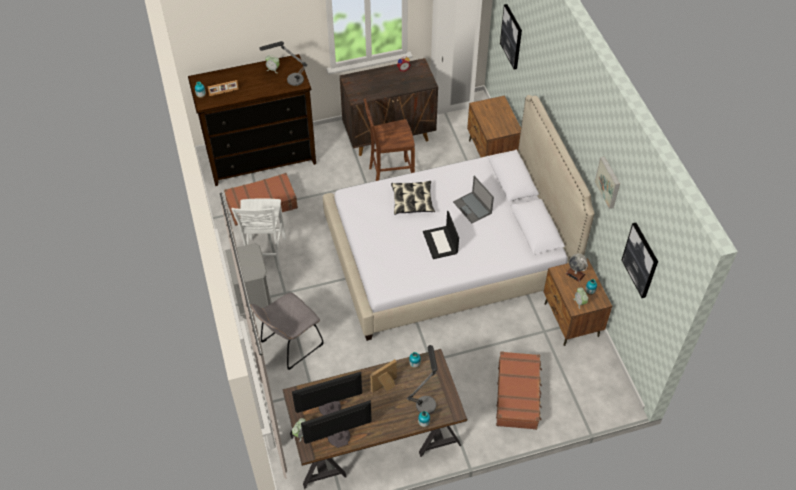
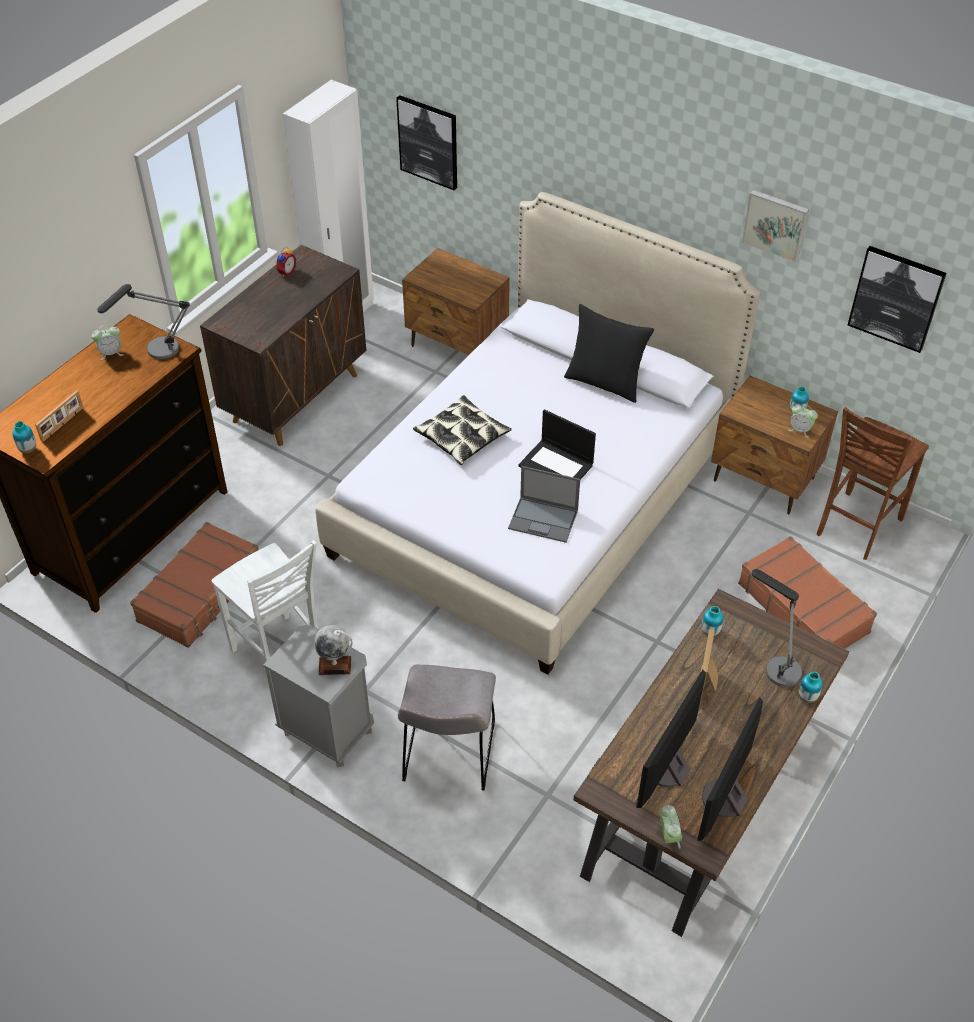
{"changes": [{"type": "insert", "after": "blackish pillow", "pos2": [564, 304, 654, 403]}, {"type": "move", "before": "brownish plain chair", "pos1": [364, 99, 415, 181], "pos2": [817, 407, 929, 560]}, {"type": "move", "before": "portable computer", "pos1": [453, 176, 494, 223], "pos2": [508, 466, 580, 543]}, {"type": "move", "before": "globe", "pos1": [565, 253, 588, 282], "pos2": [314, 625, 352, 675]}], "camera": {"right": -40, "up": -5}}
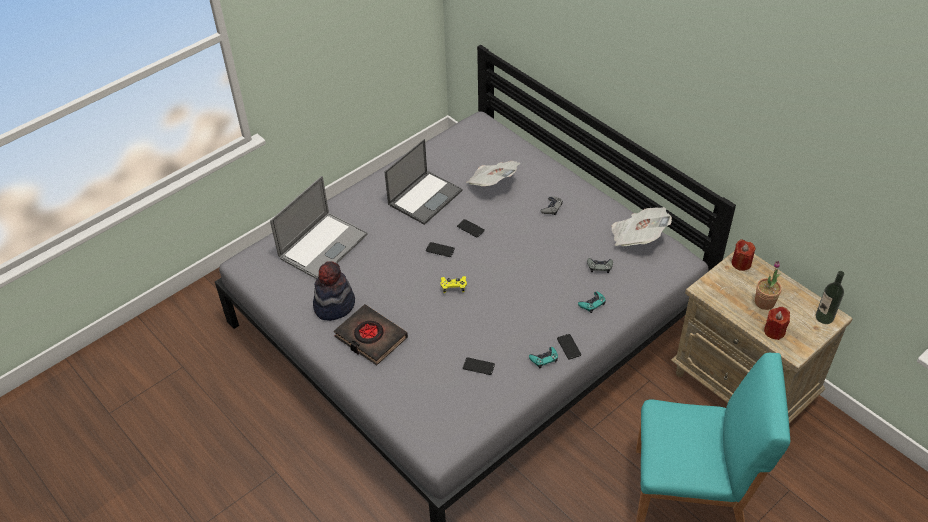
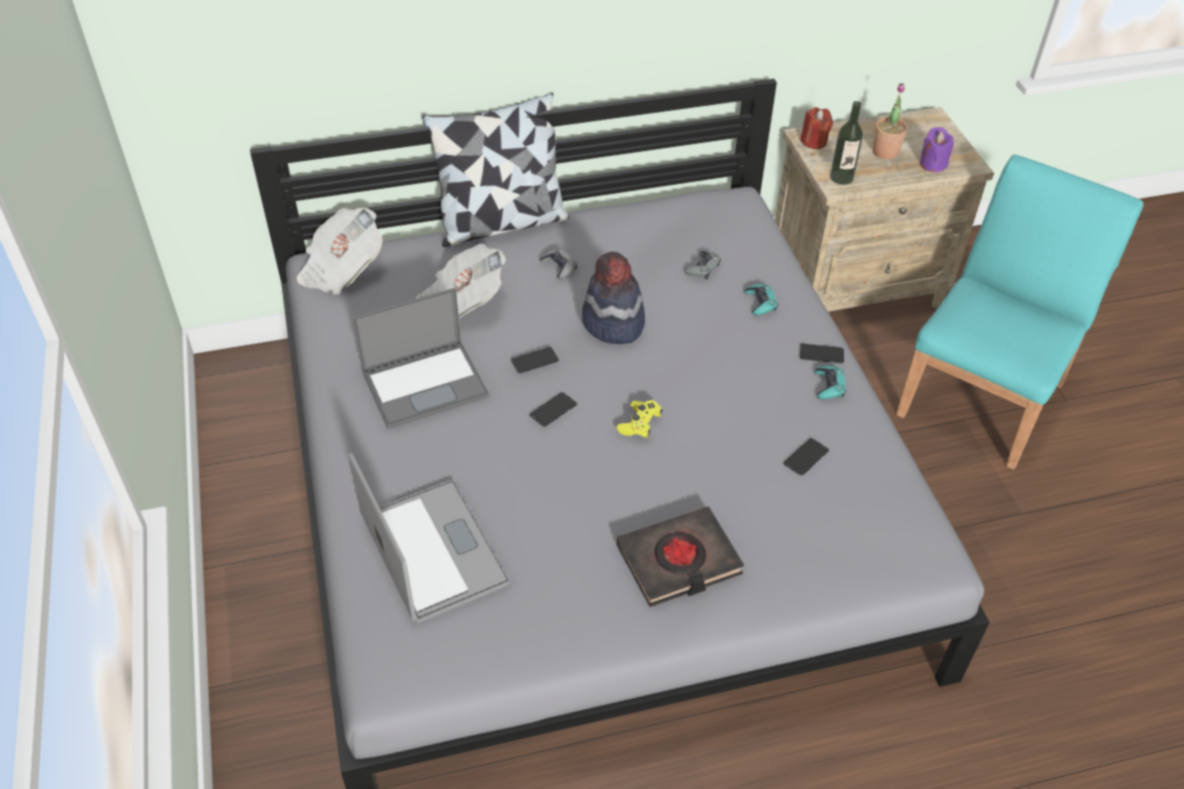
{"changes": [{"type": "insert", "after": "pillow", "pos2": [422, 92, 569, 247]}, {"type": "move", "before": "wearable hat", "pos1": [313, 261, 355, 321], "pos2": [582, 252, 645, 344]}, {"type": "move", "before": "printed paper", "pos1": [611, 207, 672, 246], "pos2": [297, 208, 383, 295]}, {"type": "move", "before": "beverage bottle", "pos1": [816, 271, 844, 324], "pos2": [830, 101, 863, 185]}, {"type": "recolor", "before": "red-coloured wax candle", "after": "purple-coloured wax candle", "pos1": [764, 307, 790, 340], "pos2": [920, 127, 954, 172]}, {"type": "rotate", "before": "portable computer", "pos1": [385, 139, 462, 225], "pos2": [352, 288, 489, 429], "turn": 90}], "camera": {"right": -65, "up": 0}}
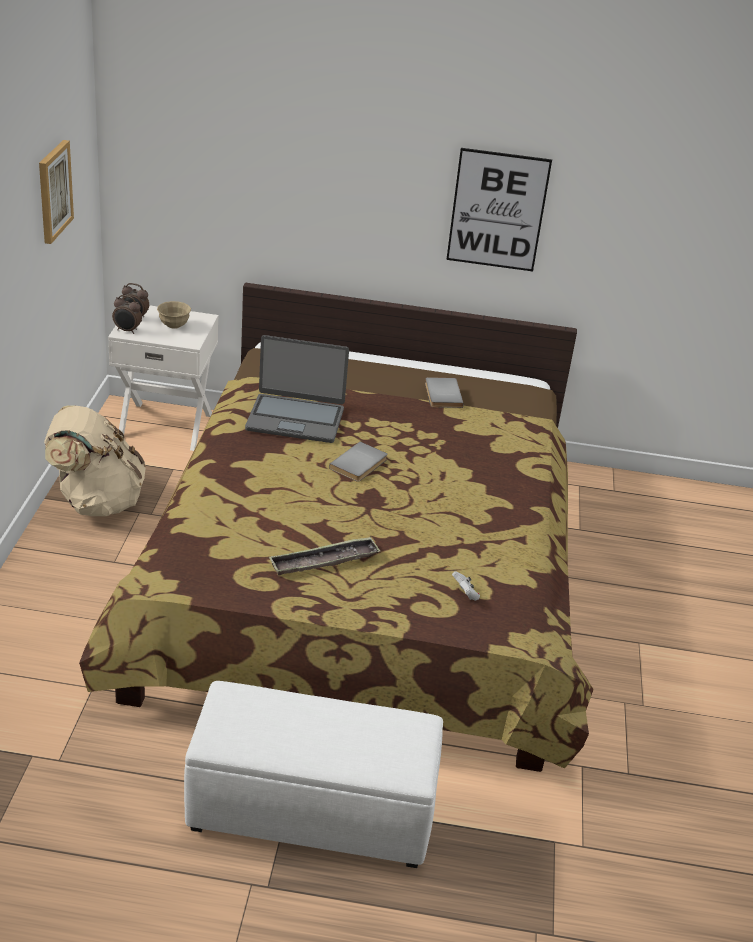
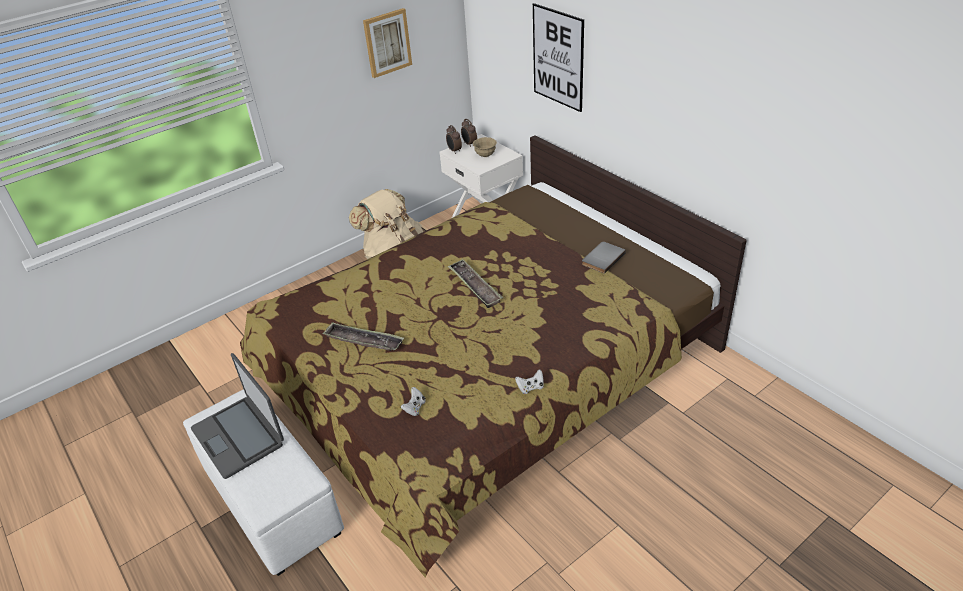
{"changes": [{"type": "insert", "after": "whitish gamepad", "pos2": [515, 369, 544, 394]}, {"type": "move", "before": "portable computer", "pos1": [245, 335, 349, 443], "pos2": [191, 353, 284, 479]}, {"type": "move", "before": "wall picture", "pos1": [446, 148, 552, 271], "pos2": [533, 3, 584, 112]}, {"type": "replace", "before": "gray bound book", "after": "tray", "pos1": [329, 442, 388, 482], "pos2": [448, 259, 503, 308]}], "camera": {"right": 50, "up": 5}}
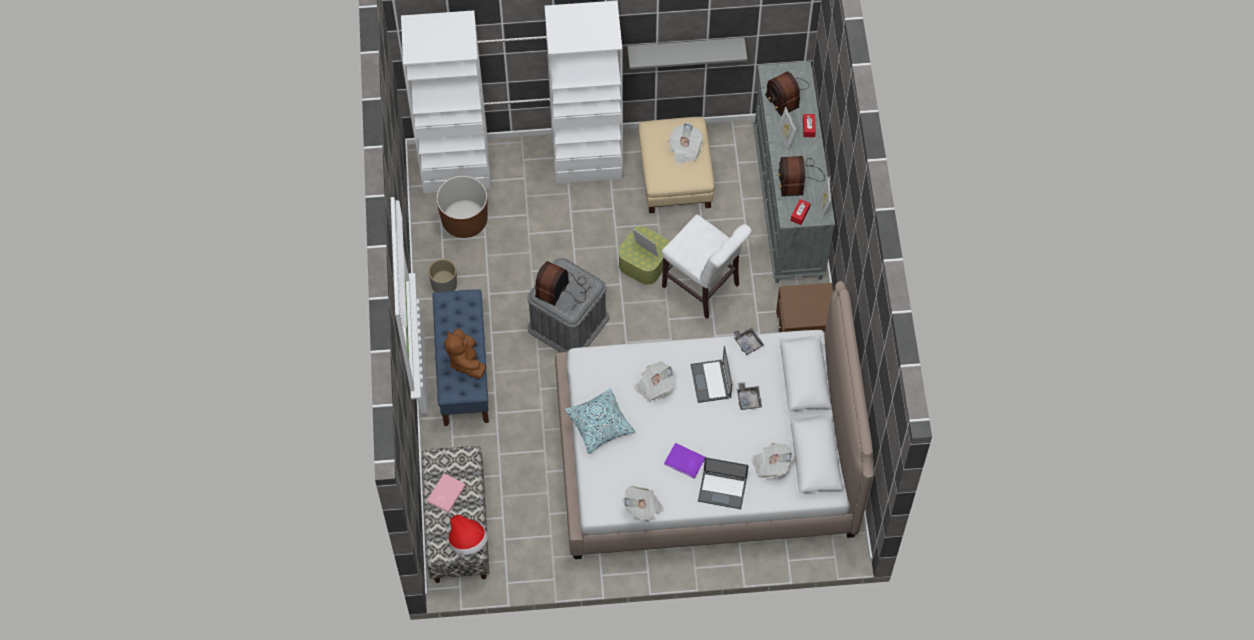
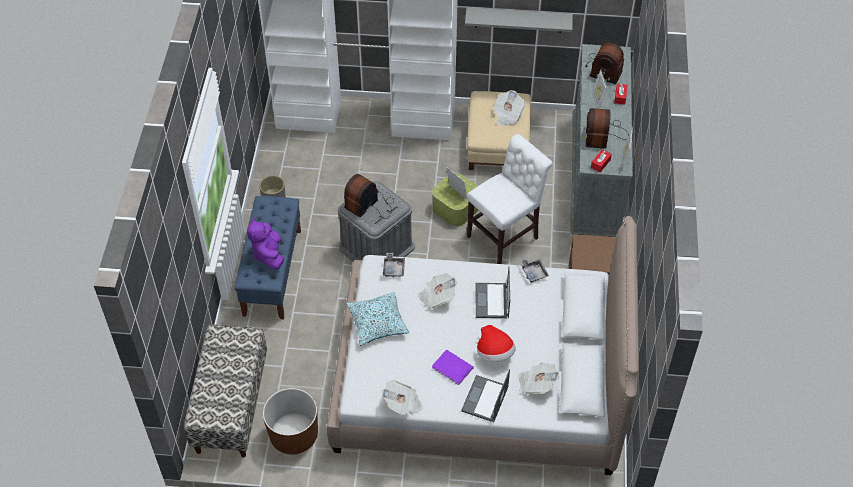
{"changes": [{"type": "delete", "before": "pink bound book", "pos1": [427, 474, 466, 513]}, {"type": "move", "before": "brownish planter", "pos1": [436, 176, 488, 238], "pos2": [263, 388, 318, 455]}, {"type": "move", "before": "wearable hat", "pos1": [449, 514, 488, 555], "pos2": [477, 325, 516, 362]}, {"type": "move", "before": "gray tray", "pos1": [737, 382, 762, 410], "pos2": [383, 253, 405, 277]}, {"type": "recolor", "before": "brownish plush toy", "after": "purple-coloured plush toy", "pos1": [444, 329, 486, 379], "pos2": [247, 218, 284, 269]}, {"type": "rotate", "before": "whitish plain chair", "pos1": [662, 214, 752, 319], "pos2": [467, 134, 553, 264], "turn": -90}, {"type": "rotate", "before": "portable computer", "pos1": [698, 457, 749, 509], "pos2": [461, 369, 510, 422], "turn": 90}, {"type": "rotate", "before": "radio receiver", "pos1": [765, 71, 809, 117], "pos2": [585, 43, 624, 84], "turn": -45}], "camera": {"right": 10, "up": -10}}
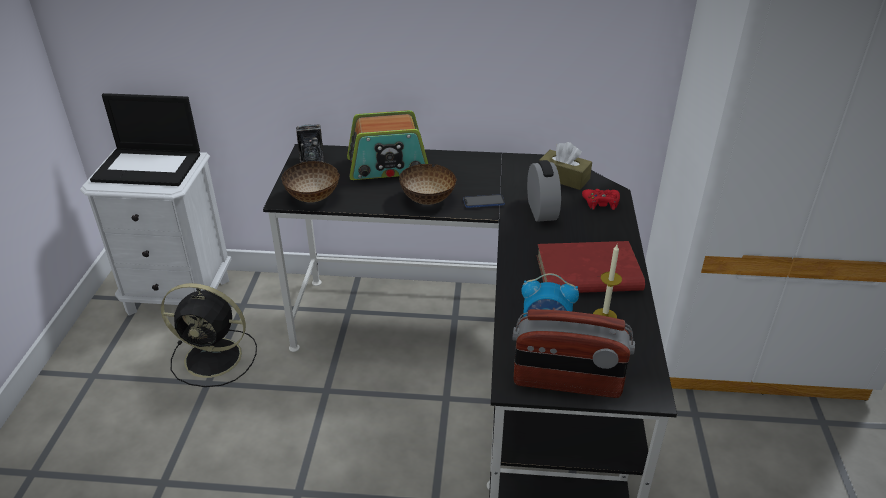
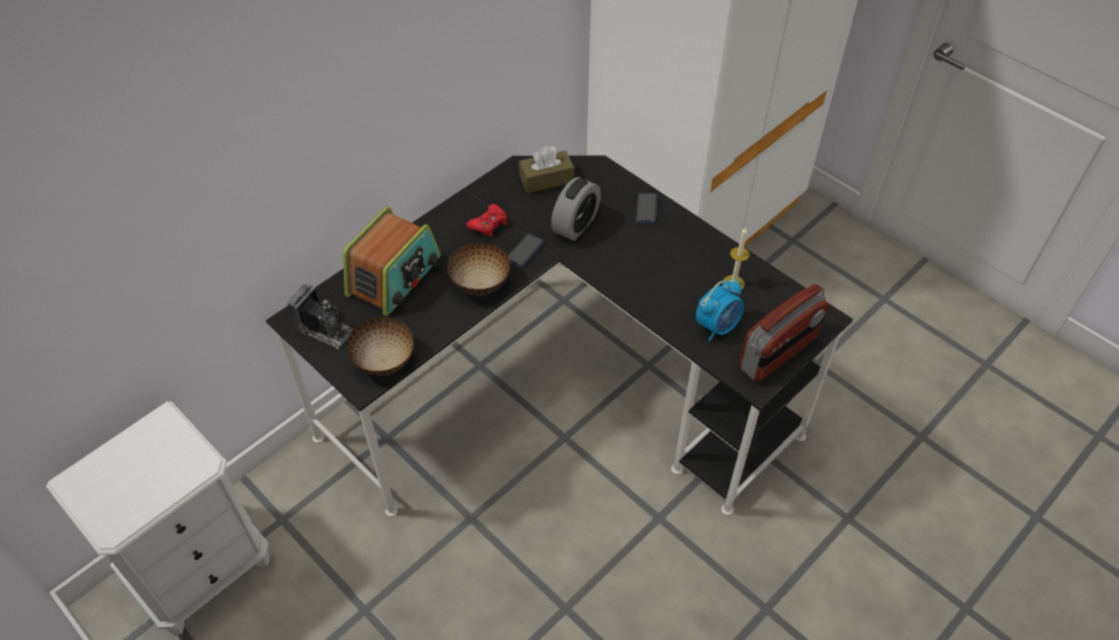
{"changes": [{"type": "delete", "before": "portable computer", "pos1": [90, 93, 200, 186]}, {"type": "delete", "before": "blackish fan", "pos1": [161, 283, 257, 387]}, {"type": "delete", "before": "red-coloured bound book", "pos1": [536, 241, 645, 293]}, {"type": "insert", "after": "telephone", "pos2": [635, 193, 658, 224]}, {"type": "move", "before": "red-coloured gamepad", "pos1": [582, 189, 620, 210], "pos2": [466, 204, 507, 237]}, {"type": "rotate", "before": "table clock", "pos1": [527, 160, 561, 222], "pos2": [551, 177, 601, 241], "turn": 90}], "camera": {"right": -50, "up": 15}}
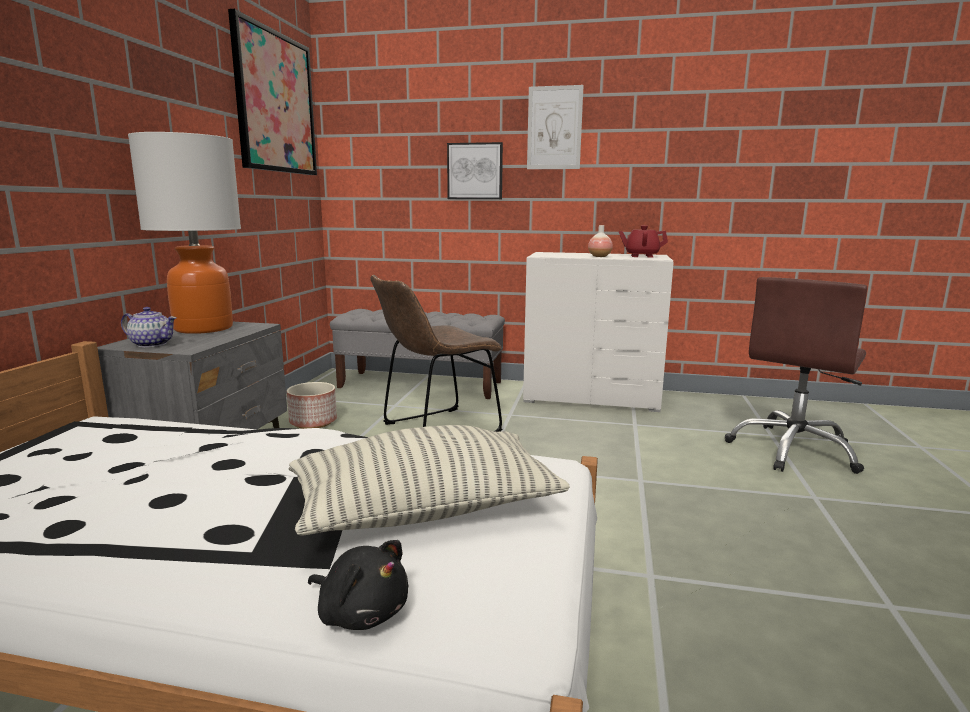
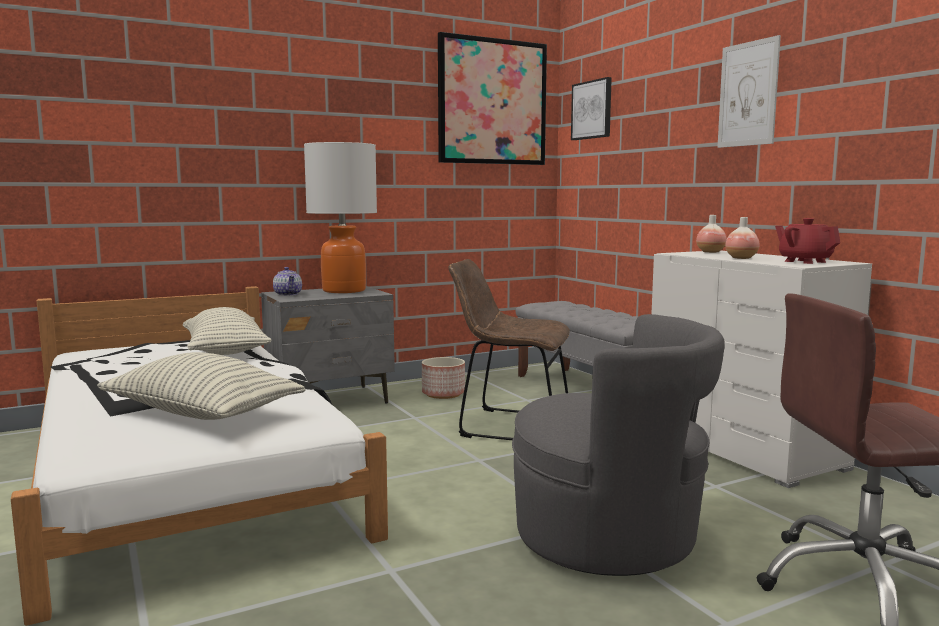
{"changes": [{"type": "delete", "before": "blackish plush toy", "pos1": [308, 540, 408, 630]}, {"type": "insert", "after": "pillow", "pos2": [183, 307, 271, 355]}, {"type": "insert", "after": "gray lounge chair", "pos2": [512, 314, 725, 576]}, {"type": "insert", "after": "vase", "pos2": [696, 215, 727, 253]}, {"type": "move", "before": "wall picture", "pos1": [447, 142, 503, 199], "pos2": [571, 77, 612, 140]}], "camera": {"right": 50, "up": -5}}
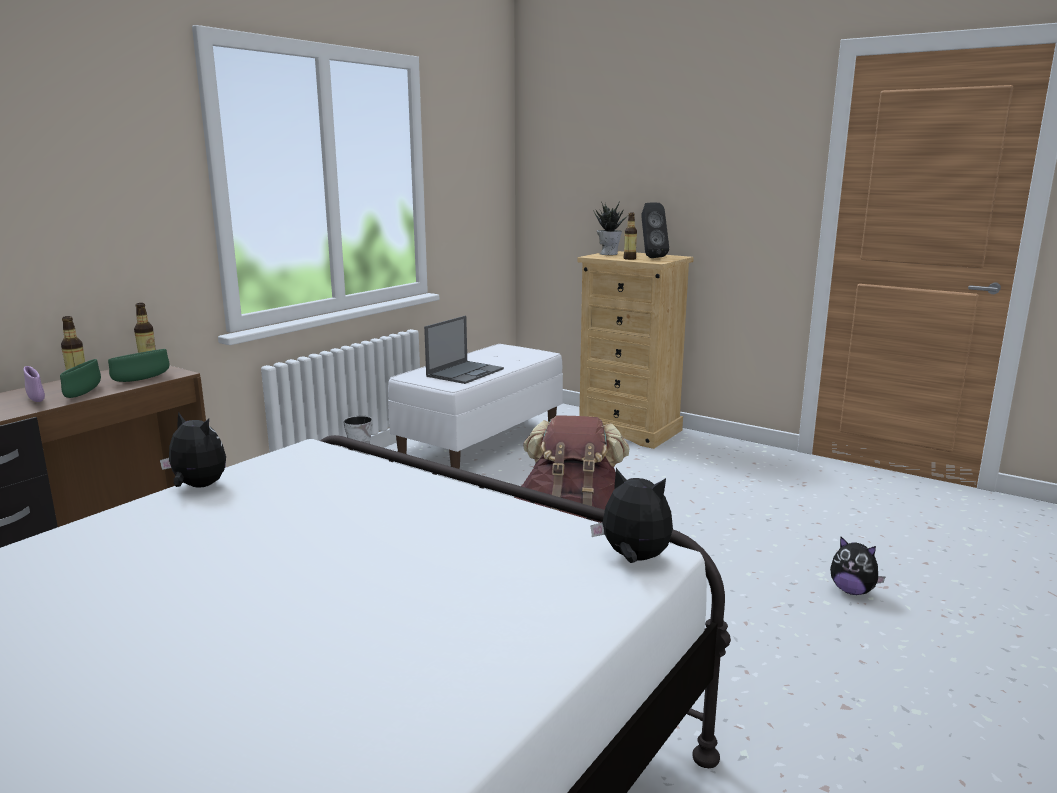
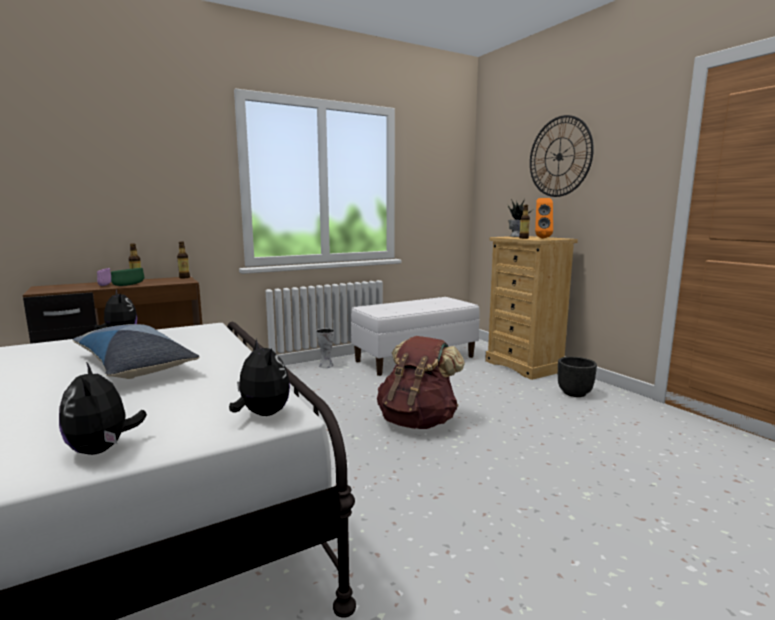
{"changes": [{"type": "delete", "before": "greenish deep dish", "pos1": [108, 349, 170, 382]}, {"type": "delete", "before": "portable computer", "pos1": [424, 316, 504, 384]}, {"type": "insert", "after": "pillow", "pos2": [72, 324, 199, 379]}, {"type": "insert", "after": "clock on the wall", "pos2": [530, 115, 594, 197]}, {"type": "insert", "after": "blackish planter", "pos2": [558, 357, 597, 397]}, {"type": "move", "before": "plush toy", "pos1": [830, 536, 886, 595], "pos2": [59, 362, 147, 455]}, {"type": "recolor", "before": "blackish speaker", "after": "orange speaker", "pos1": [641, 203, 669, 258], "pos2": [535, 198, 553, 239]}], "camera": {"right": 25, "up": -5}}
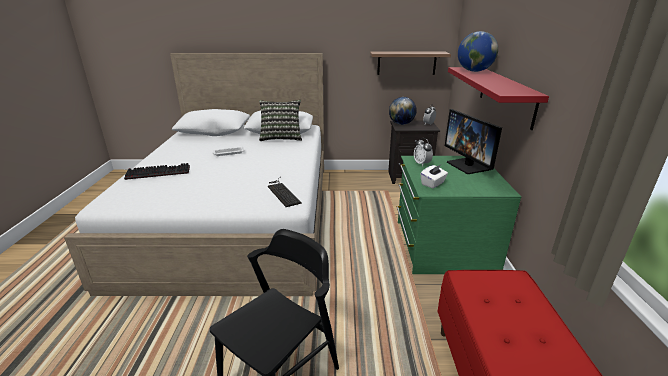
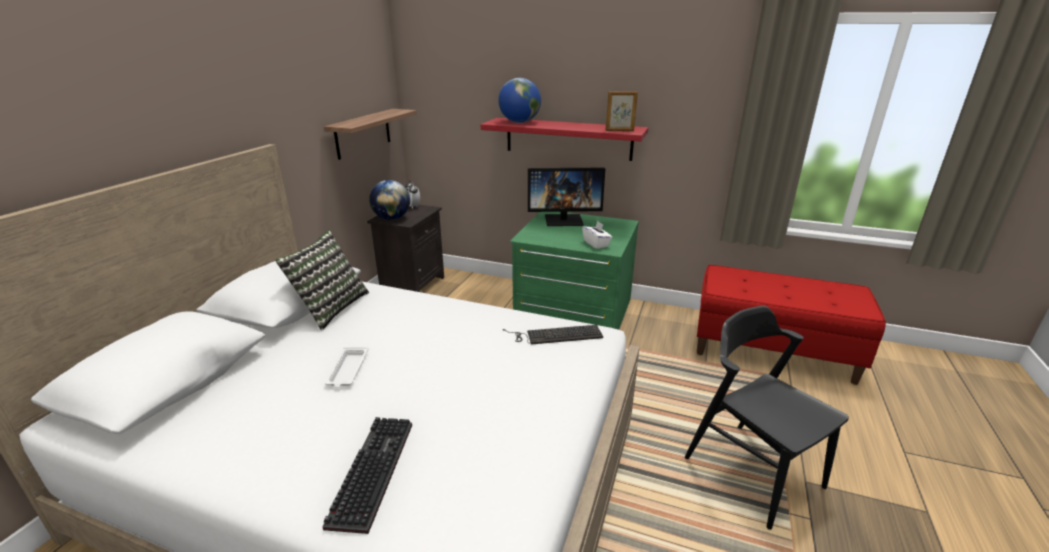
{"changes": [{"type": "delete", "before": "table clock", "pos1": [414, 138, 433, 166]}, {"type": "insert", "after": "standing frame", "pos2": [606, 91, 638, 131]}], "camera": {"right": -70, "up": 0}}
